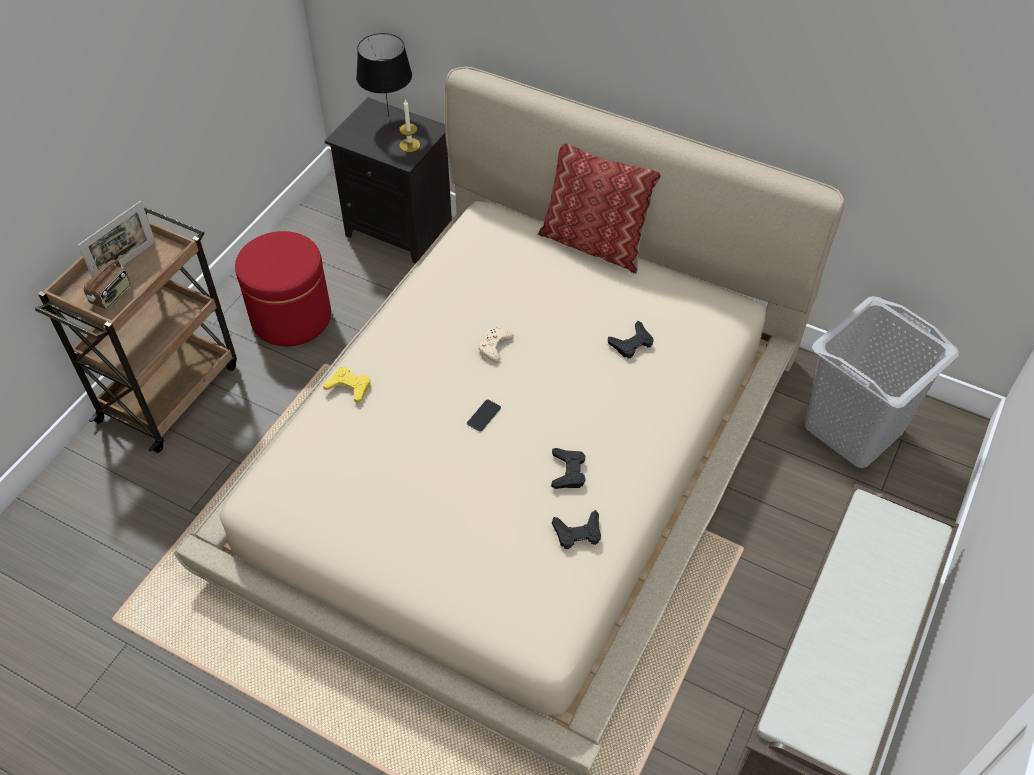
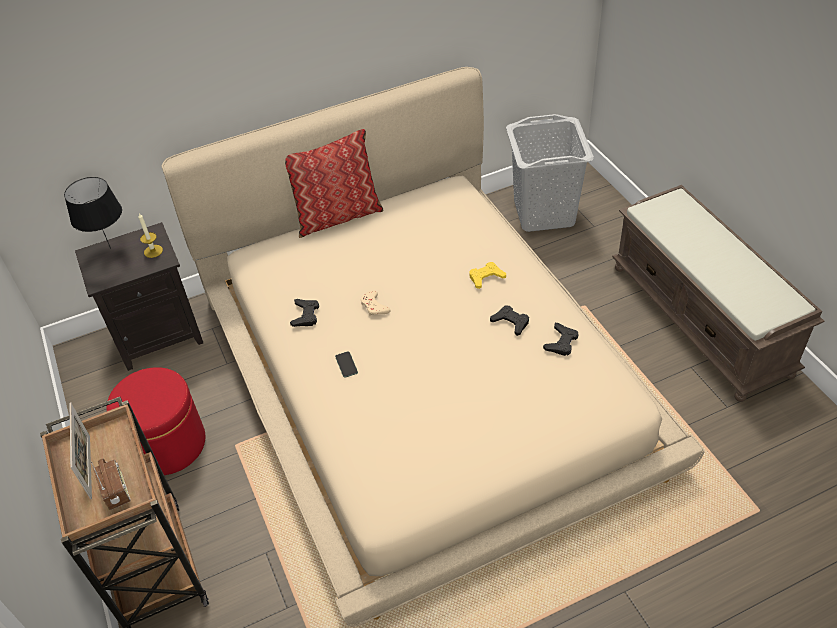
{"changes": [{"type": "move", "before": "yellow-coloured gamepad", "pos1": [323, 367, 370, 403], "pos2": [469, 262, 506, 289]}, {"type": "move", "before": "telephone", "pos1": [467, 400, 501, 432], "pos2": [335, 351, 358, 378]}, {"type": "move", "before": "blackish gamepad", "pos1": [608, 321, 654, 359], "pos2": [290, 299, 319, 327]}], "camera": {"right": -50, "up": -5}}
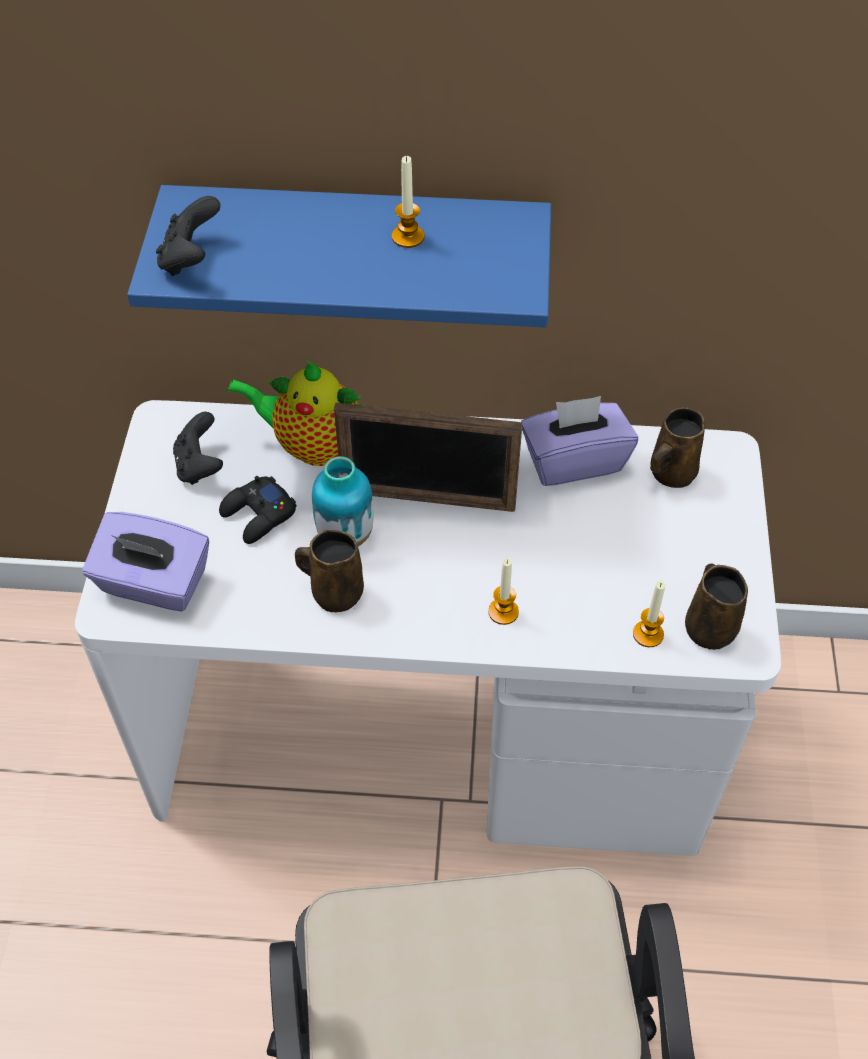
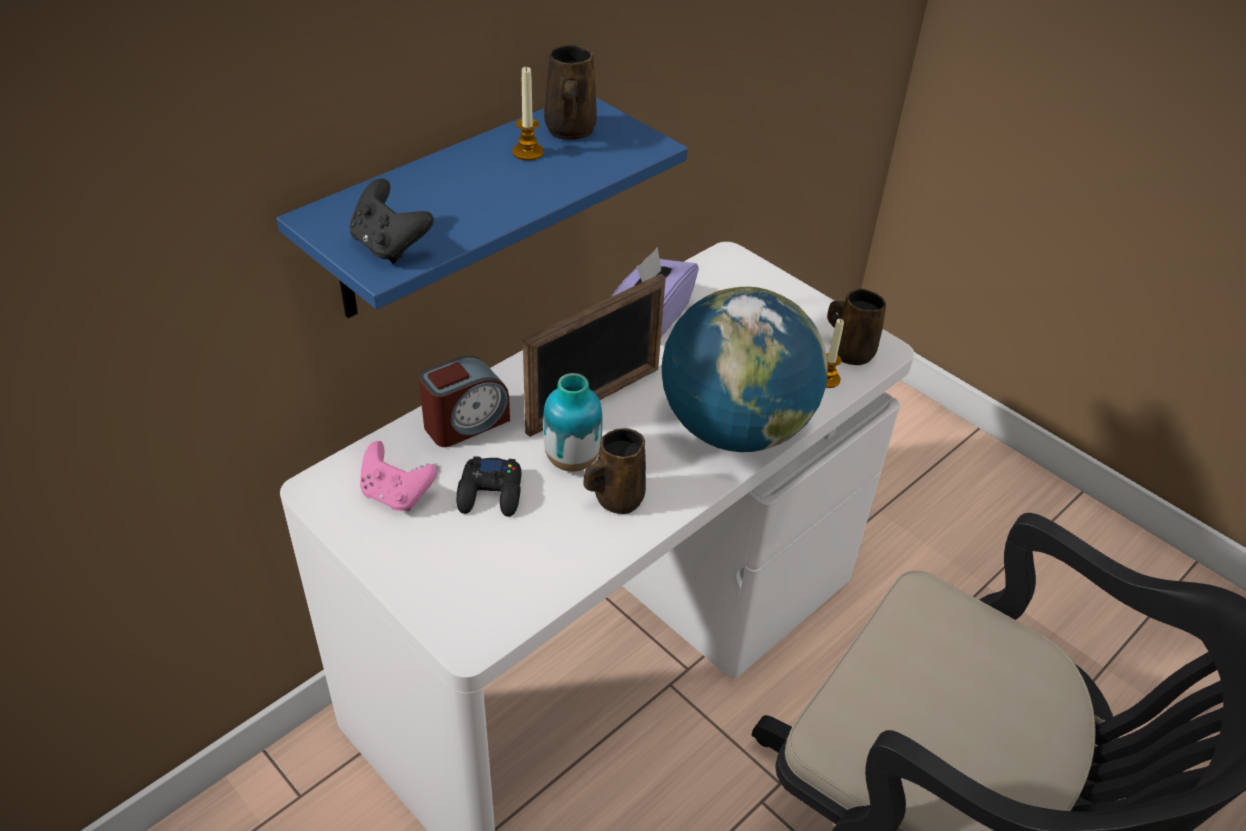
{"changes": [{"type": "delete", "before": "purple-coloured tissue box", "pos1": [82, 512, 209, 612]}, {"type": "move", "before": "brownish mug", "pos1": [650, 407, 705, 488], "pos2": [544, 44, 597, 140]}, {"type": "replace", "before": "tea pot", "after": "table clock", "pos1": [227, 361, 361, 466], "pos2": [418, 356, 510, 447]}, {"type": "replace", "before": "wax candle", "after": "globe", "pos1": [488, 558, 519, 625], "pos2": [662, 287, 828, 452]}, {"type": "recolor", "before": "blackish gamepad", "after": "pink gamepad", "pos1": [173, 412, 223, 485], "pos2": [360, 441, 437, 511]}], "camera": {"right": -50, "up": -10}}
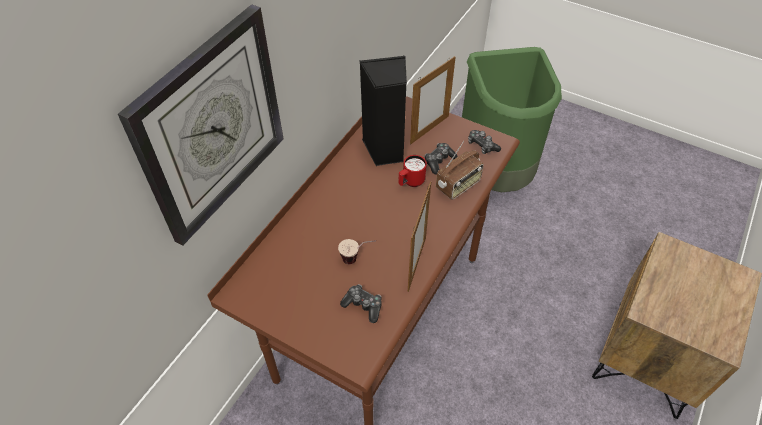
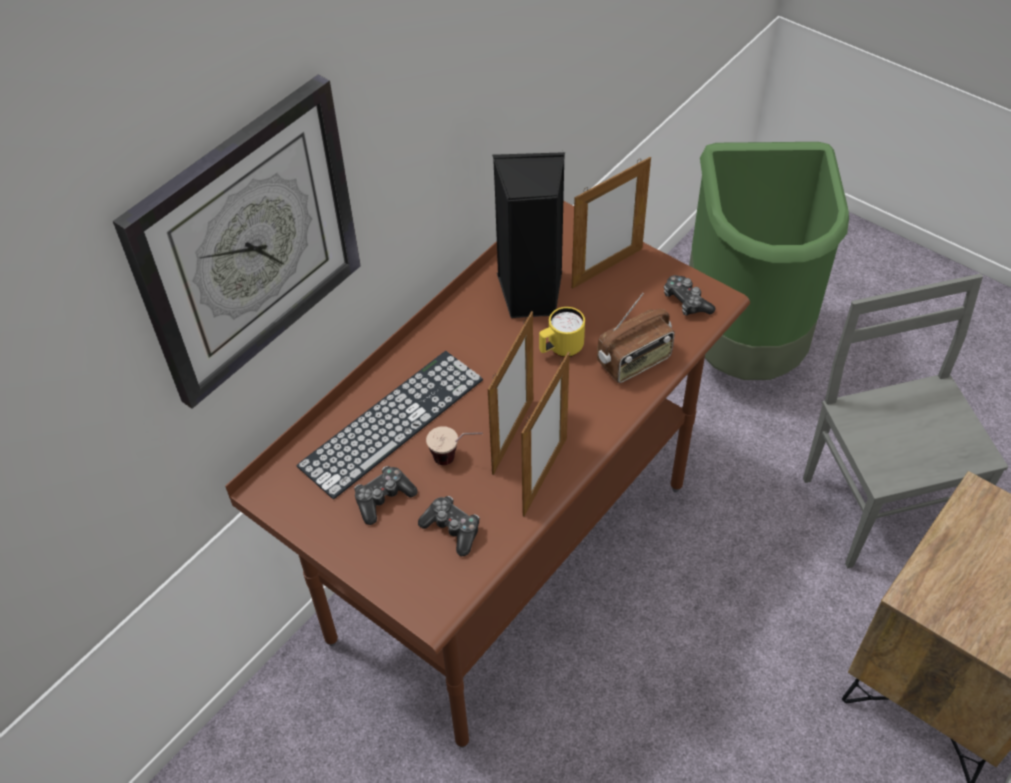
{"changes": [{"type": "insert", "after": "computer keyboard", "pos2": [296, 351, 483, 499]}, {"type": "insert", "after": "standing frame", "pos2": [488, 311, 533, 475]}, {"type": "insert", "after": "gray plain chair", "pos2": [803, 274, 1008, 568]}, {"type": "move", "before": "gamepad", "pos1": [424, 143, 457, 174], "pos2": [354, 466, 418, 525]}, {"type": "recolor", "before": "red-coloured mug", "after": "yellow-coloured mug", "pos1": [398, 155, 427, 187], "pos2": [539, 307, 585, 357]}], "camera": {"right": 10, "up": 0}}
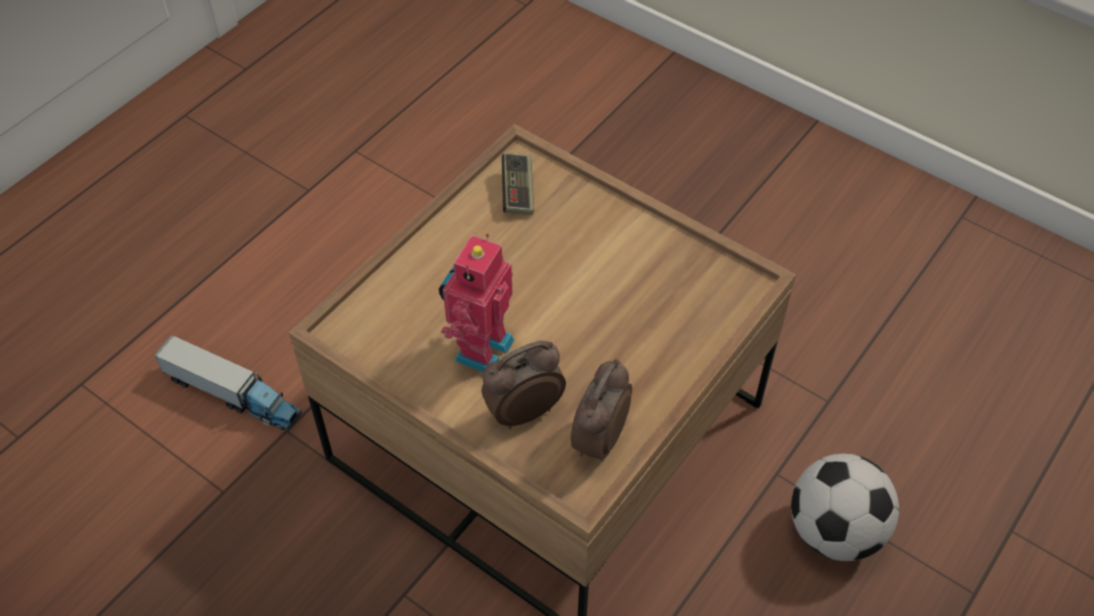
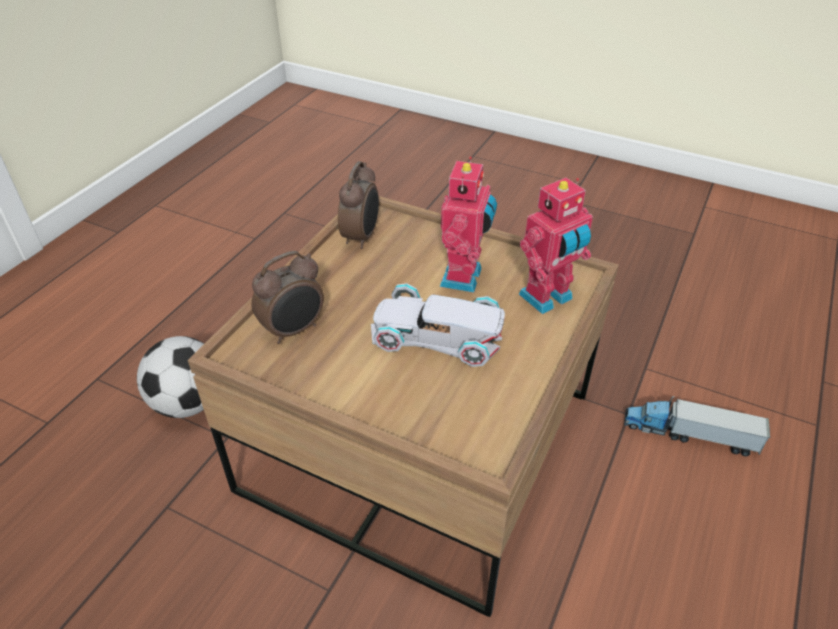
{"changes": [{"type": "delete", "before": "gamepad", "pos1": [502, 153, 534, 215]}, {"type": "insert", "after": "whitish toy car", "pos2": [371, 283, 505, 367]}, {"type": "insert", "after": "robot figure", "pos2": [519, 178, 593, 314]}, {"type": "move", "before": "table clock", "pos1": [482, 341, 566, 429], "pos2": [251, 251, 324, 344]}], "camera": {"right": 170, "up": -10}}
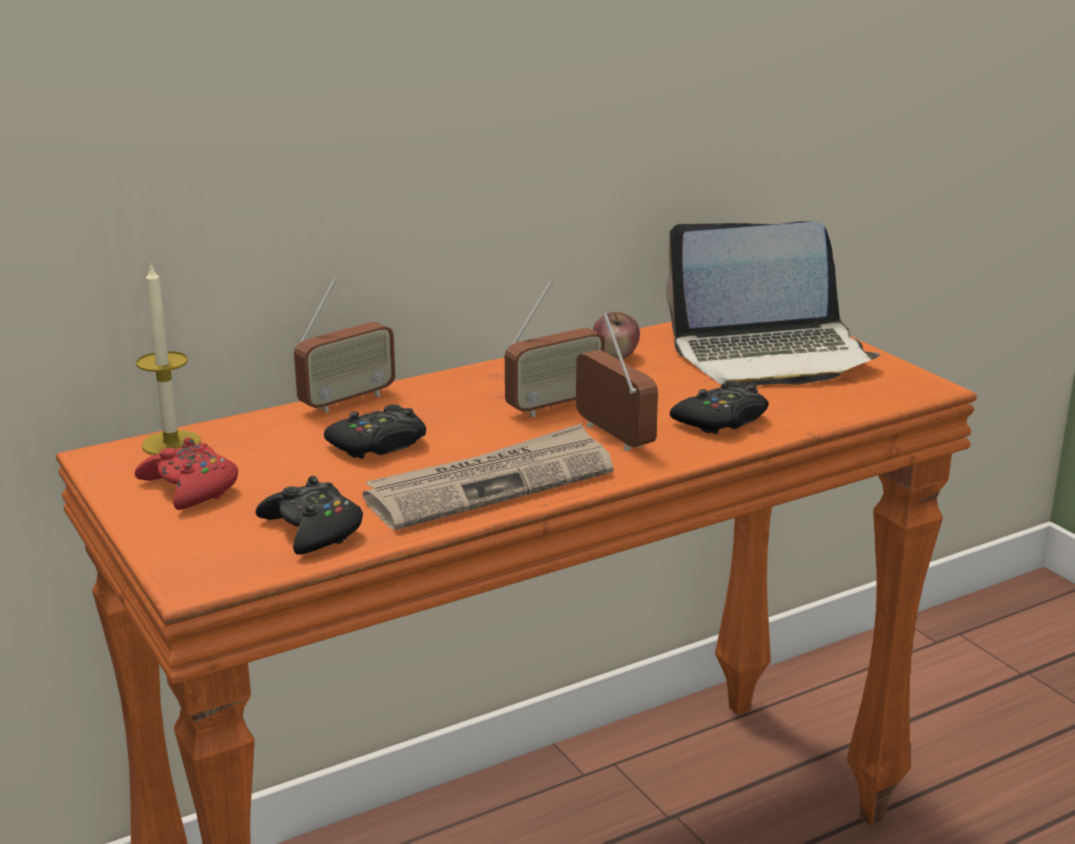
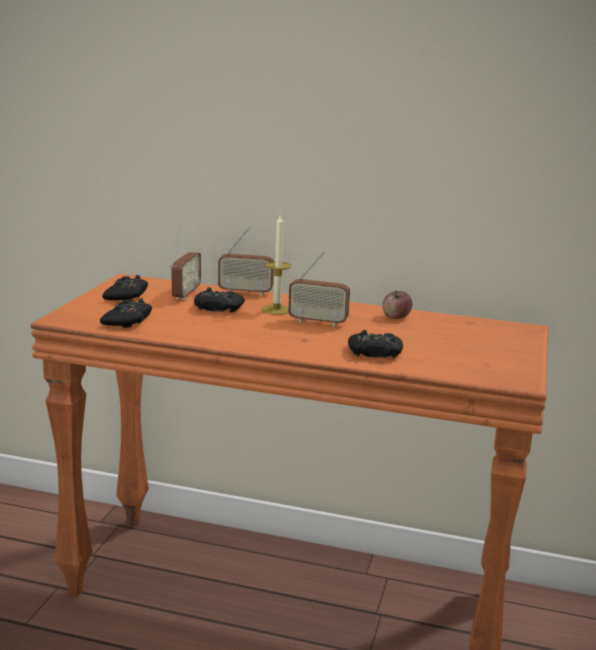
{"changes": [{"type": "delete", "before": "printed paper", "pos1": [363, 423, 614, 530]}, {"type": "delete", "before": "portable computer", "pos1": [666, 221, 880, 388]}, {"type": "move", "before": "wax candle", "pos1": [136, 264, 201, 455], "pos2": [262, 215, 291, 315]}, {"type": "move", "before": "radio receiver", "pos1": [576, 312, 658, 451], "pos2": [170, 228, 201, 300]}, {"type": "recolor", "before": "red-coloured gamepad", "after": "blackish gamepad", "pos1": [135, 437, 238, 510], "pos2": [102, 275, 148, 301]}], "camera": {"right": 45, "up": -5}}
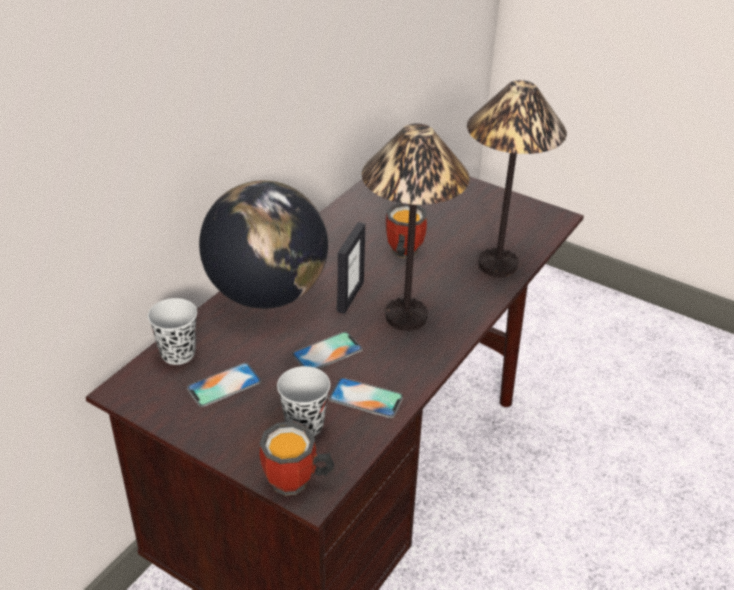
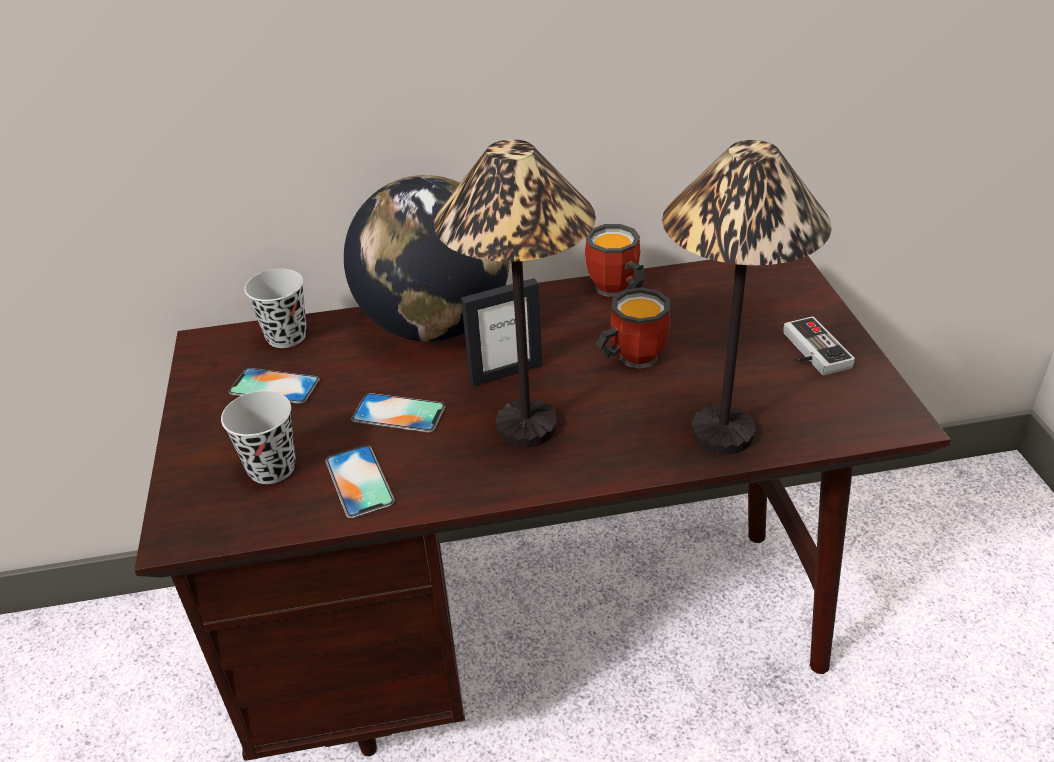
{"changes": [{"type": "insert", "after": "gamepad", "pos2": [783, 316, 855, 375]}, {"type": "move", "before": "mug", "pos1": [260, 422, 334, 496], "pos2": [585, 224, 645, 297]}], "camera": {"right": 50, "up": 0}}
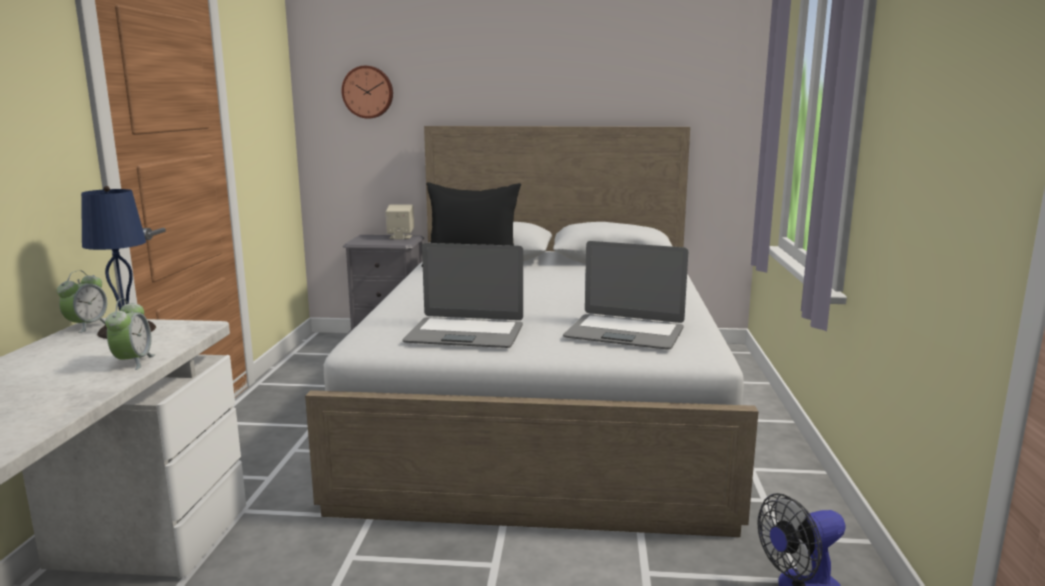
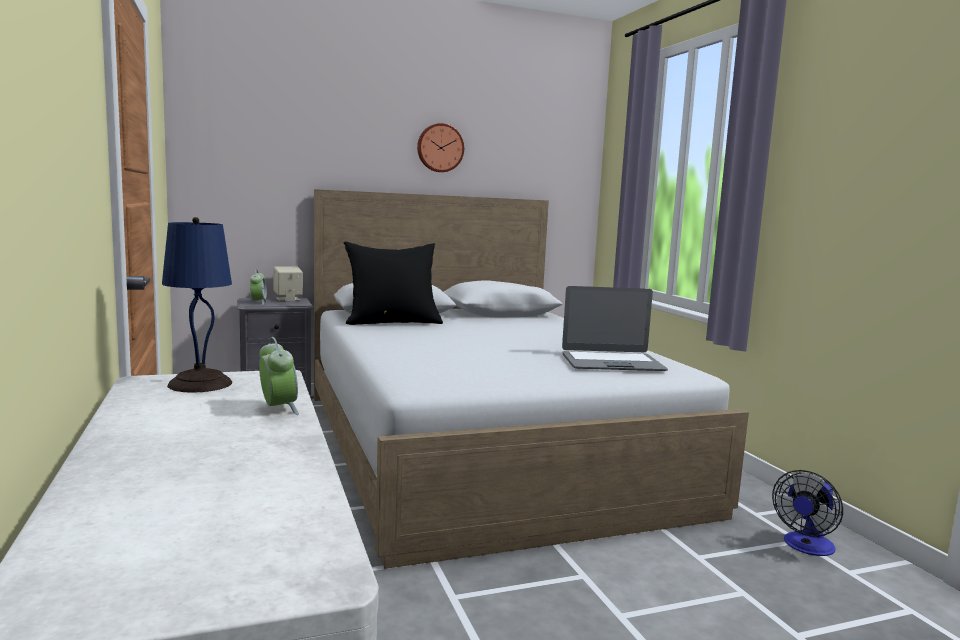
{"changes": [{"type": "delete", "before": "portable computer", "pos1": [402, 243, 523, 348]}, {"type": "move", "before": "table clock", "pos1": [57, 270, 107, 333], "pos2": [250, 270, 267, 305]}, {"type": "move", "before": "clock on the wall", "pos1": [342, 66, 393, 119], "pos2": [417, 123, 464, 172]}], "camera": {"right": -25, "up": -5}}
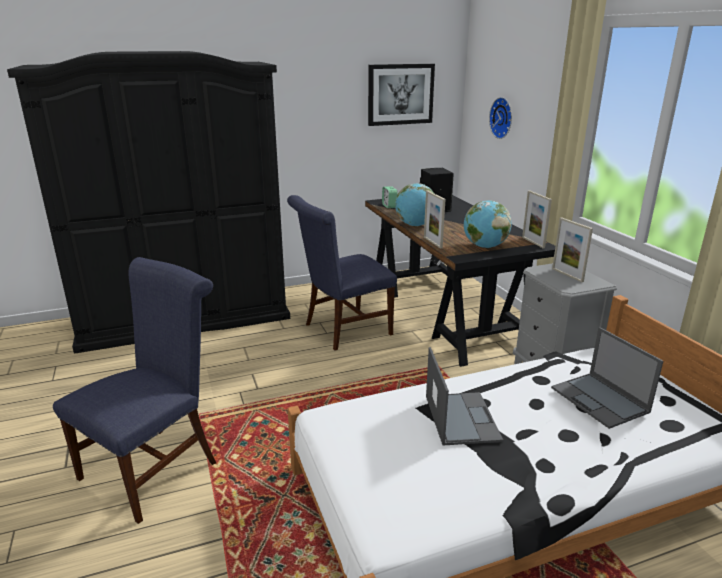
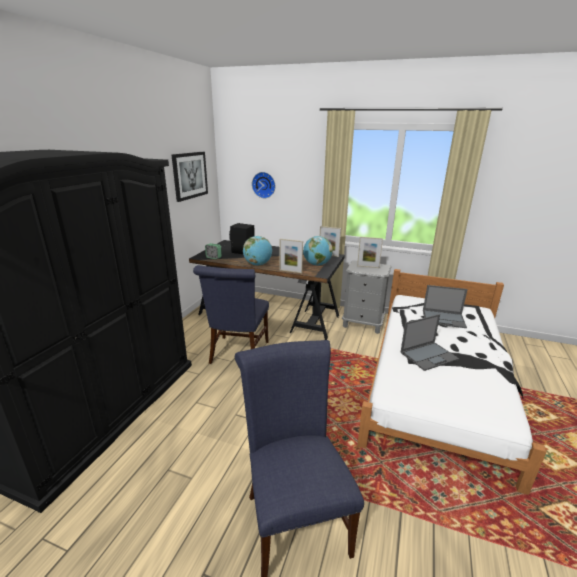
{"changes": [{"type": "rotate", "before": "portable computer", "pos1": [426, 347, 503, 446], "pos2": [400, 314, 459, 371], "turn": 120}], "camera": {"right": -50, "up": 0}}
